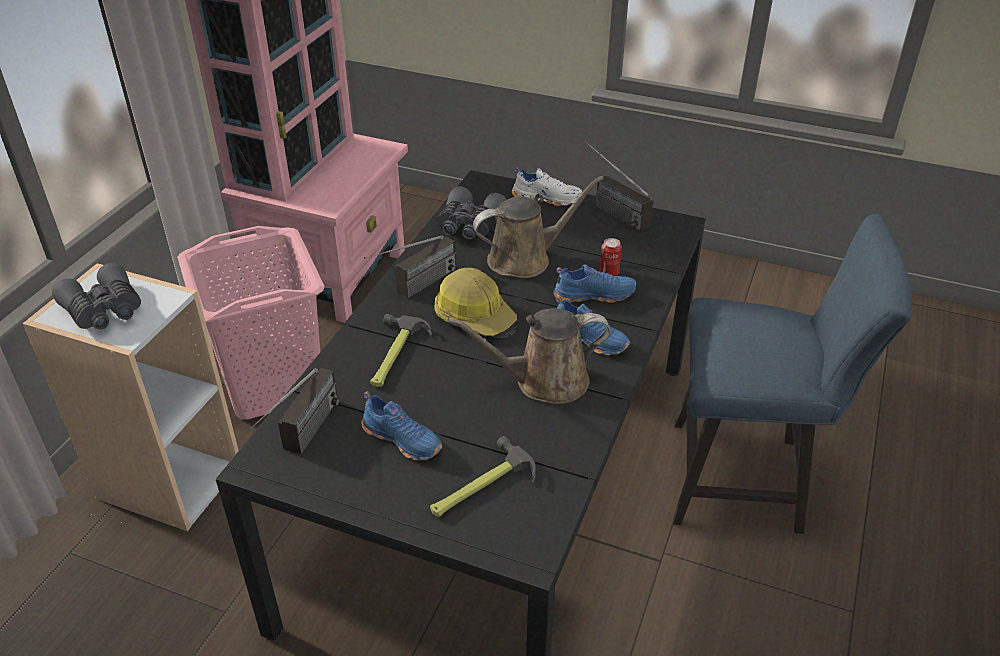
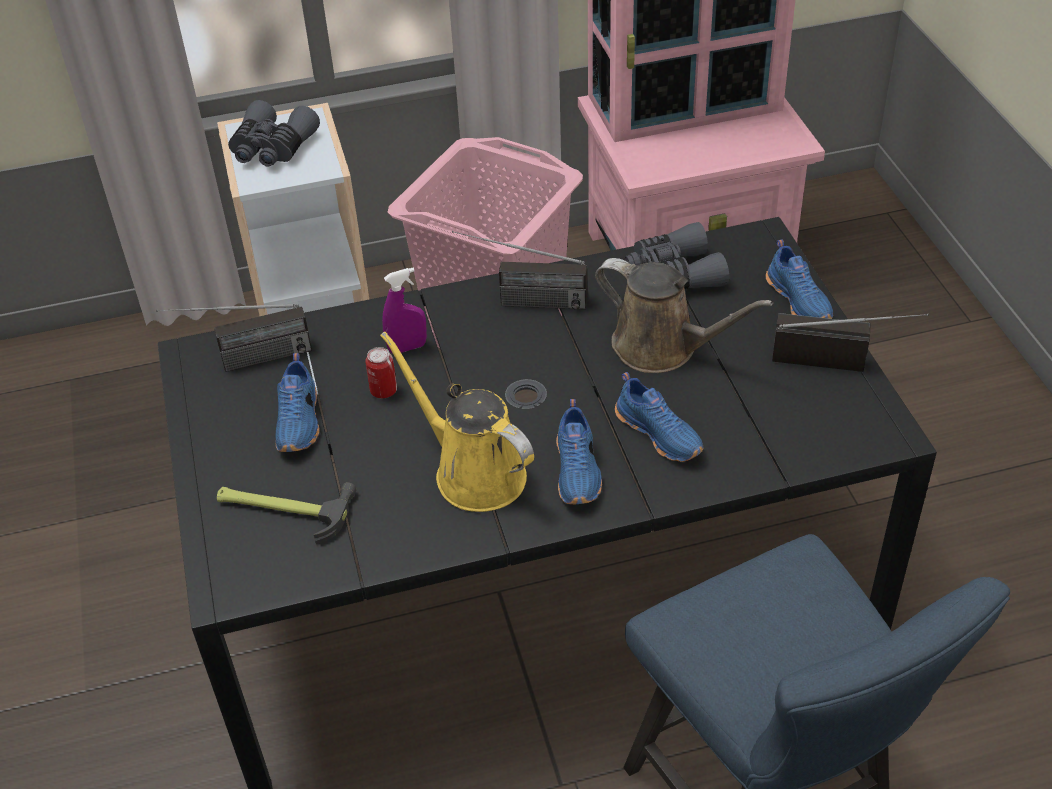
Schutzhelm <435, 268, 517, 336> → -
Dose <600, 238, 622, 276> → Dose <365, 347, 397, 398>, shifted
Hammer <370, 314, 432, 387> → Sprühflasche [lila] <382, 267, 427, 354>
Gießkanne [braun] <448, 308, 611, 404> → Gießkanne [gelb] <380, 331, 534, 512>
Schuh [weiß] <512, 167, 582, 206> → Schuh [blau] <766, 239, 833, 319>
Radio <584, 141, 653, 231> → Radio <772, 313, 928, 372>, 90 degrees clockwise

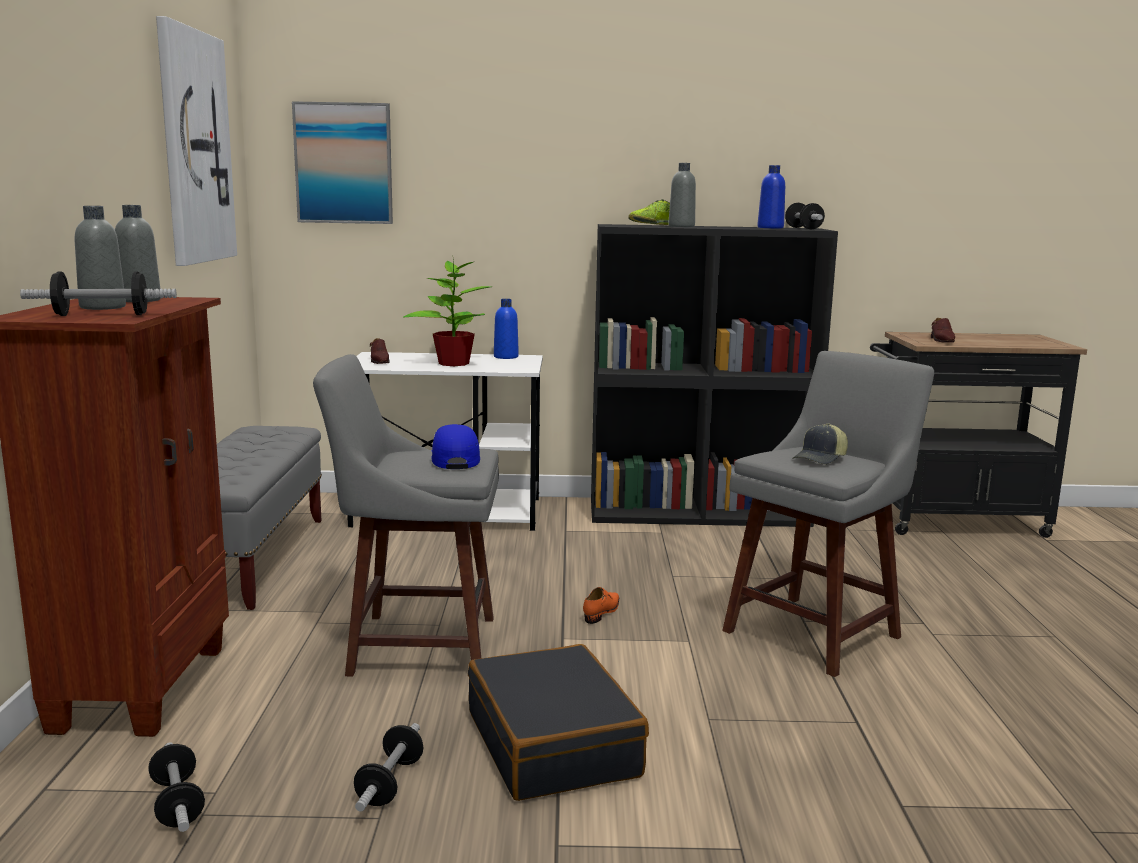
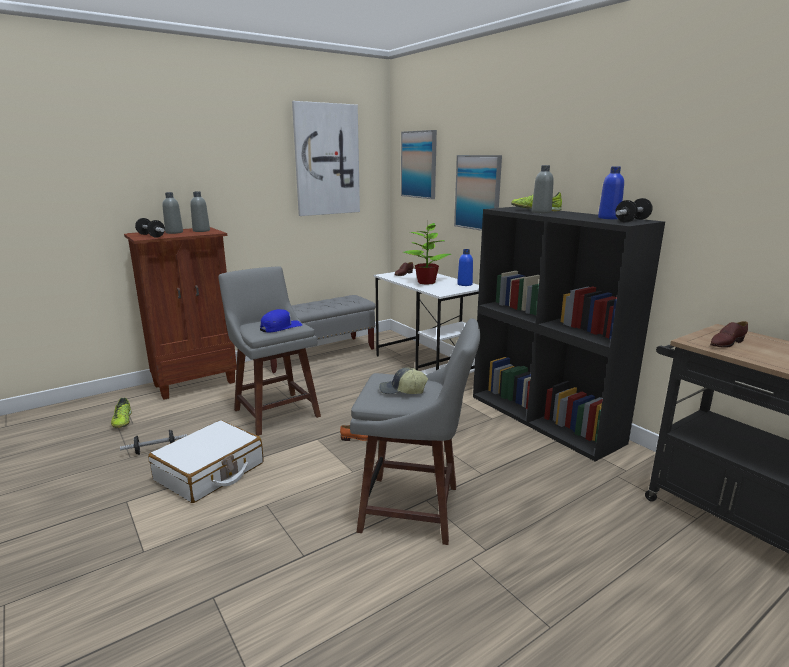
- → Bild <454, 155, 502, 231>
Hantel <148, 742, 205, 832> → Schuh <111, 398, 132, 428>
Koffer [schwarz] <468, 644, 649, 801> → Koffer [weiß] <148, 420, 263, 503>

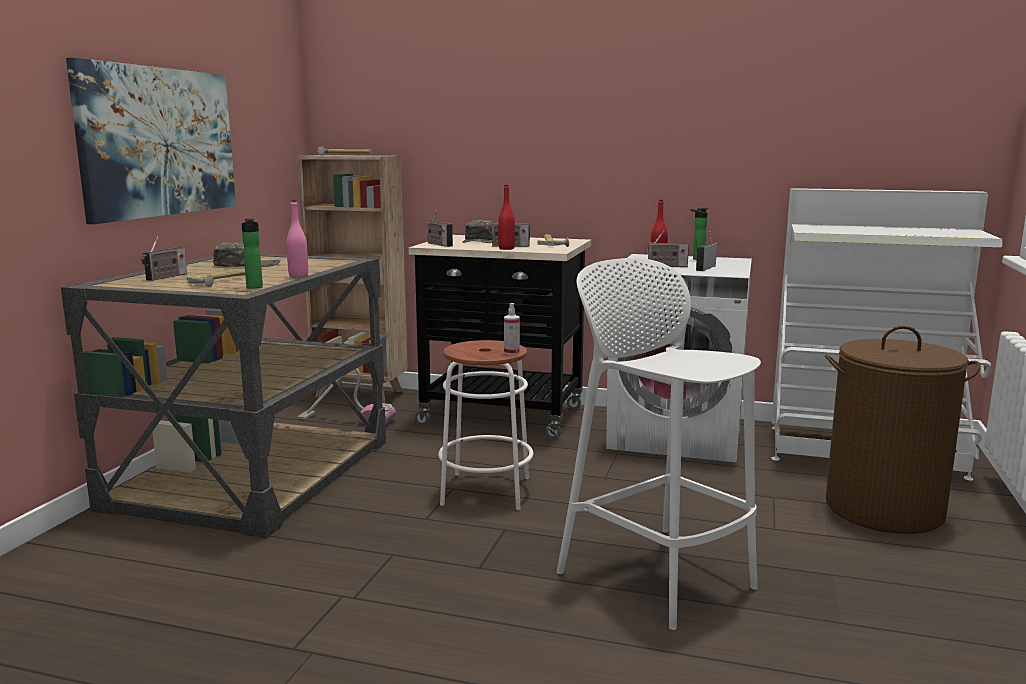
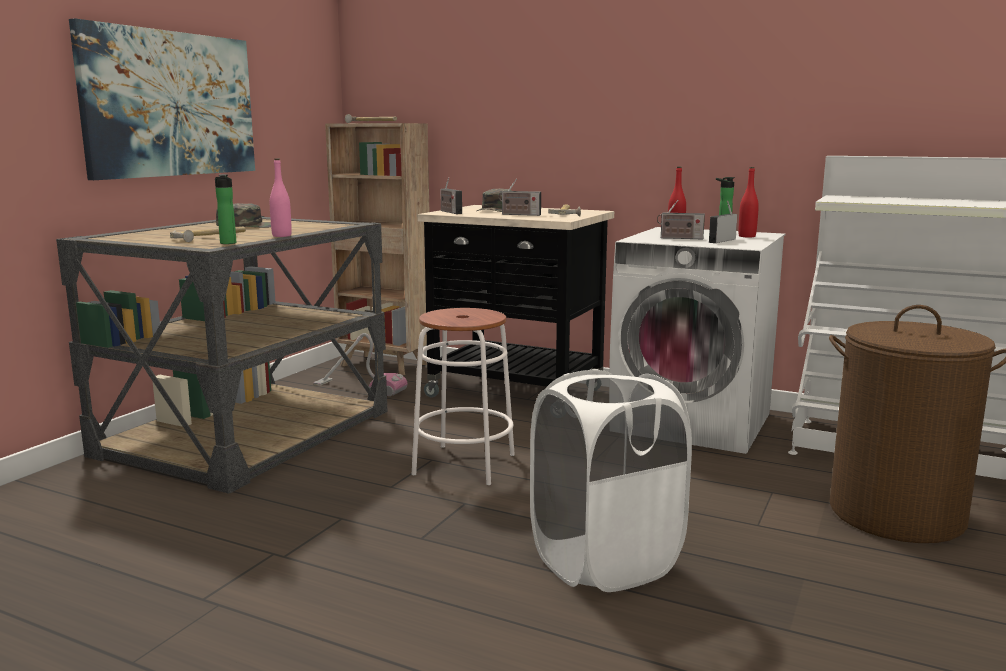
Radio <141, 236, 187, 281> → -
Sprühflasche <504, 303, 520, 355> → -
Flasche [rot] <498, 185, 515, 250> → Flasche [rot] <738, 167, 759, 237>, shifted
Hocker [weiß] <557, 258, 761, 630> → Wäschekorb [weiß] <530, 369, 692, 592>

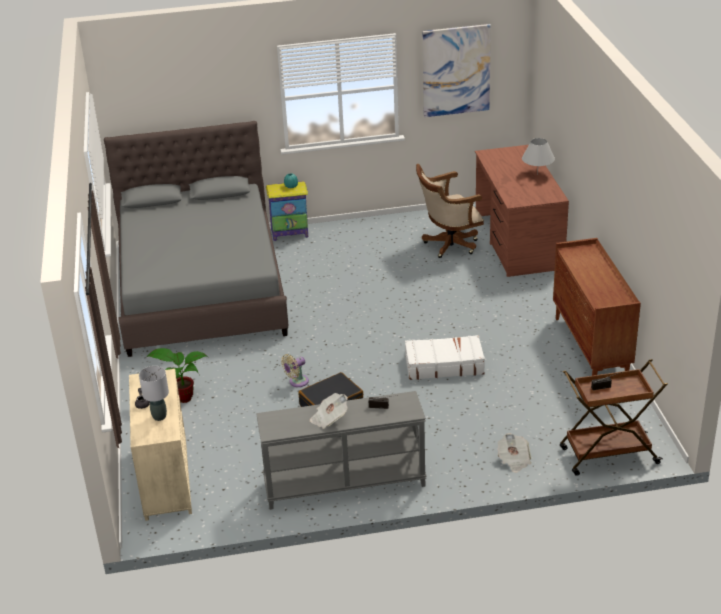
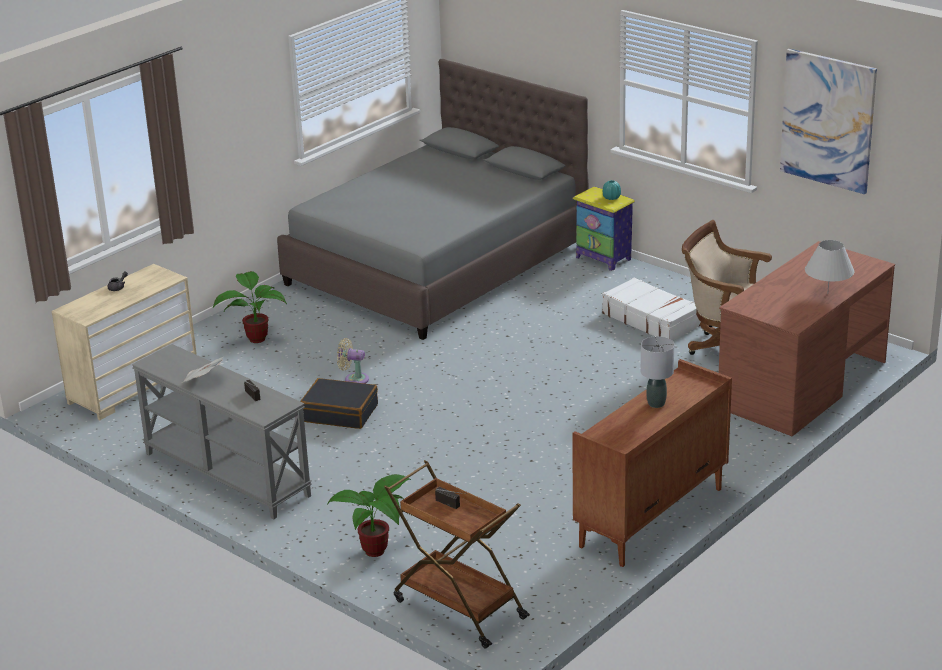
Tischlampe [grau] <139, 366, 169, 421> → Tischlampe [grau] <641, 336, 674, 408>, shifted
Koffer [weiß] <405, 335, 485, 380> → Koffer [weiß] <602, 277, 701, 341>, shifted
Zeitung <498, 433, 532, 473> → Topfpflanze <327, 474, 411, 557>

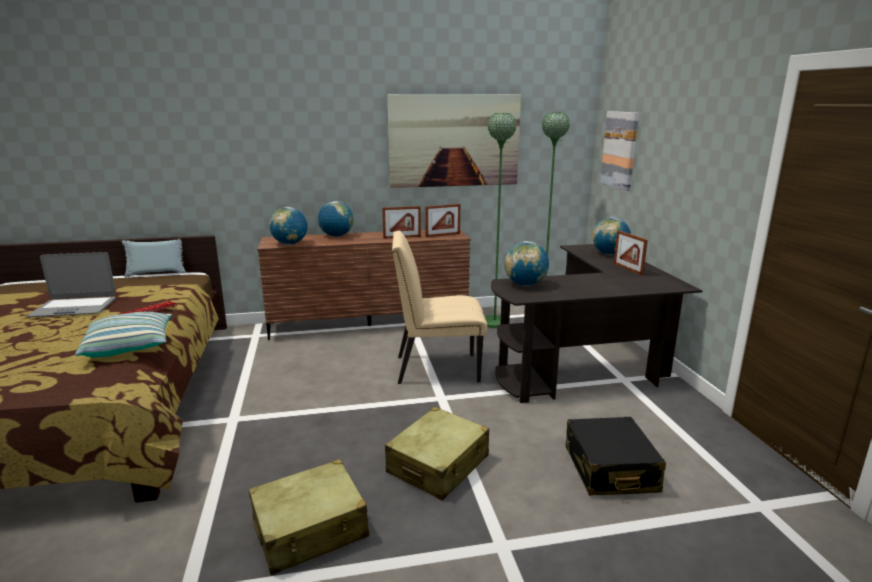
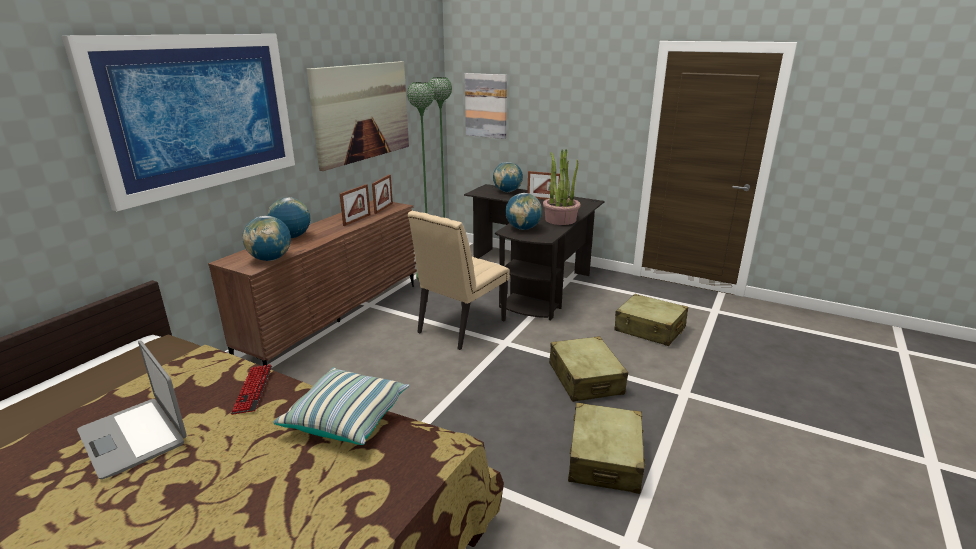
Kissen [blau] <122, 239, 186, 278> → -
- → Bild <62, 34, 295, 211>
- → Topfpflanze <543, 149, 581, 225>
Koffer [schwarz] <566, 417, 666, 495> → Koffer [beige] <615, 294, 688, 346>
Laptop <27, 252, 116, 317> → Laptop <77, 341, 187, 479>, 105 degrees clockwise

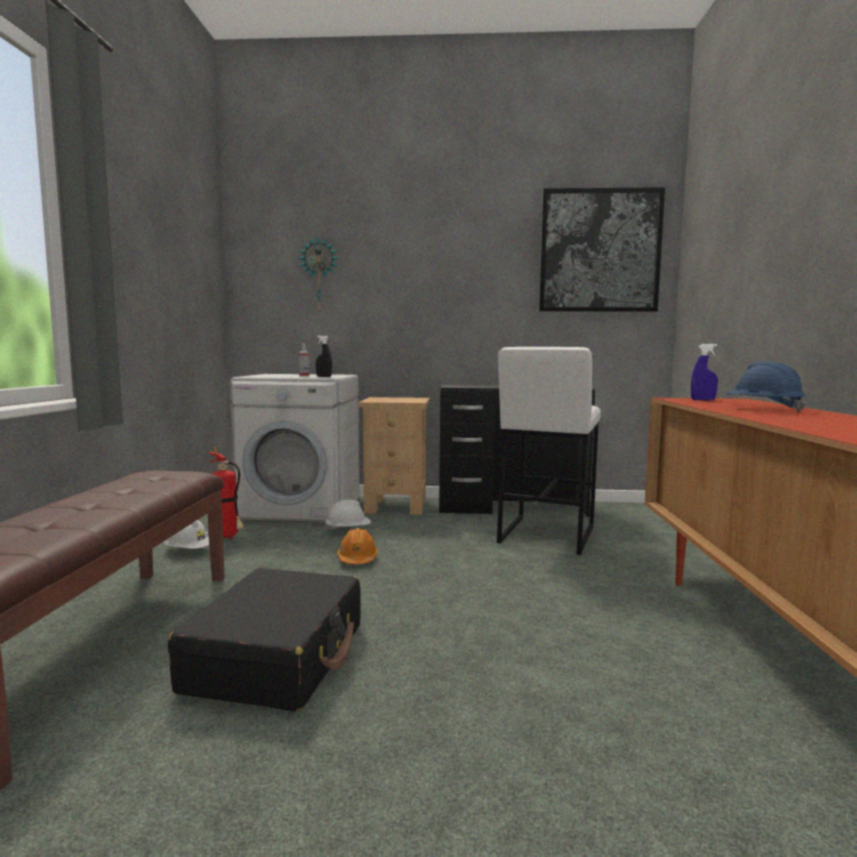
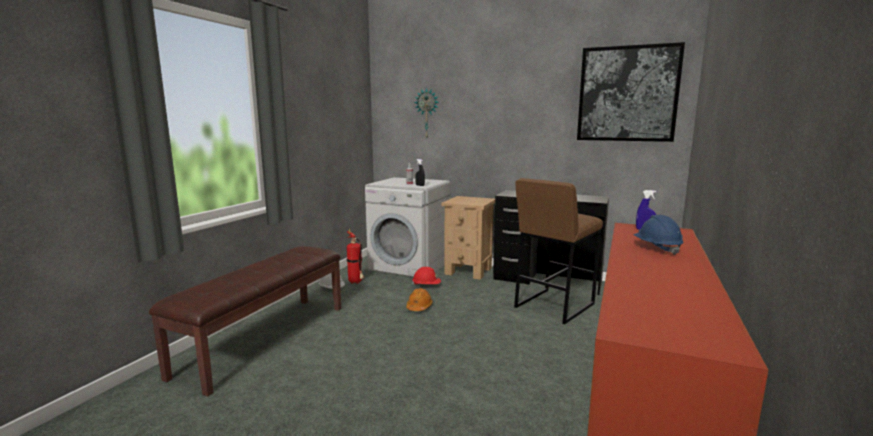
Koffer [schwarz] <168, 568, 361, 712> → -
Schutzhelm [weiß] <324, 500, 371, 532> → Schutzhelm [rot] <412, 267, 441, 285>
Hocker [weiß] <497, 347, 601, 555> → Hocker [braun] <514, 178, 603, 324>

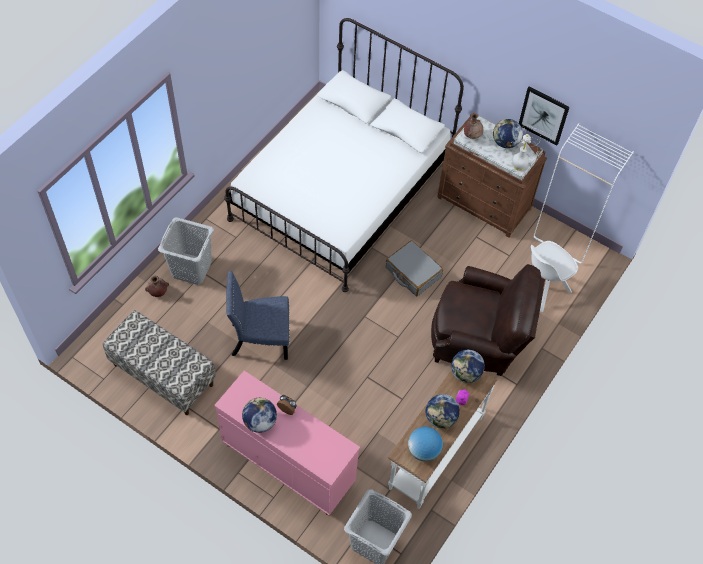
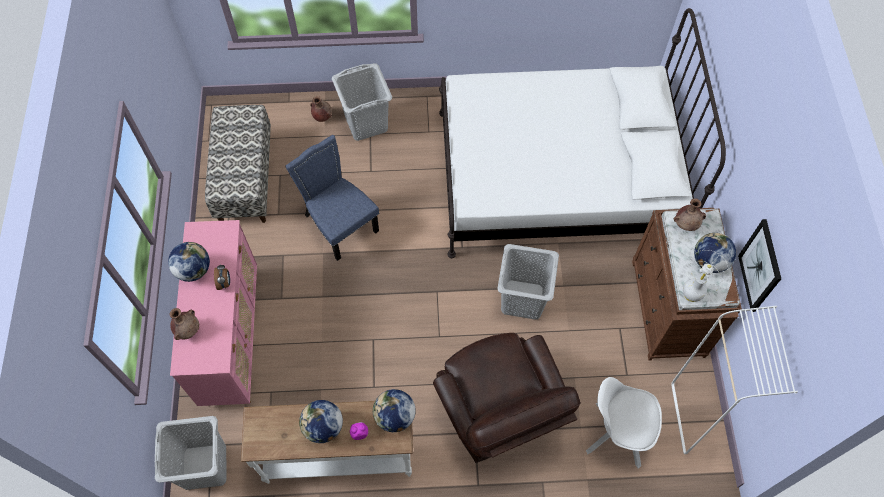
Globus <408, 427, 443, 462> → -
- → Vase [braun] <170, 308, 199, 340>
Koffer [grau] <386, 240, 443, 297> → Wäschekorb [grau] <497, 244, 559, 320>

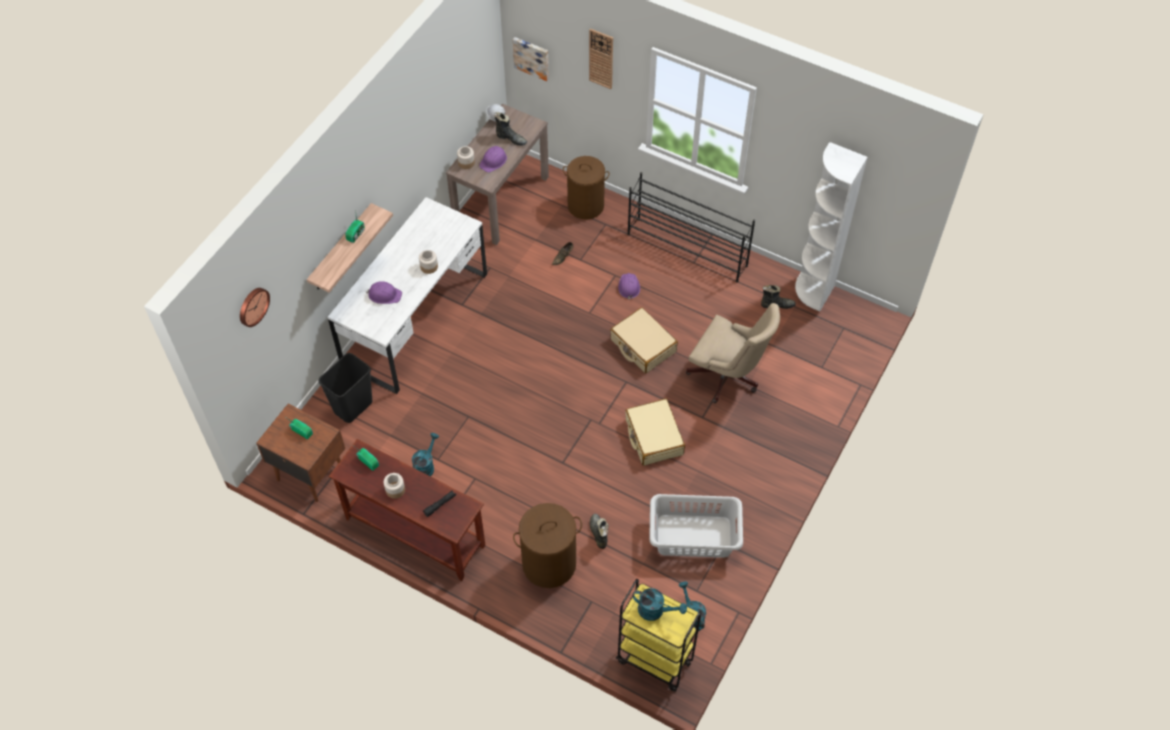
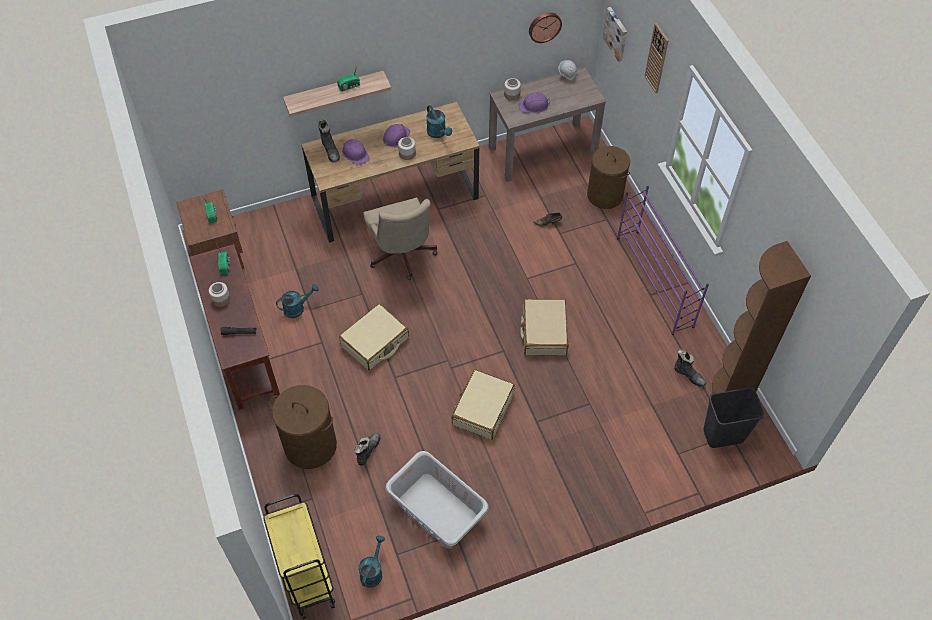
- → Koffer [beige] <339, 304, 409, 370>
Wanduhr <240, 288, 270, 327> → Wanduhr <529, 13, 562, 43>, shifted
Mülleimer [schwarz] <318, 353, 372, 423> → Mülleimer [schwarz] <703, 388, 764, 448>, shifted
Stiefel [schwarz] <494, 112, 527, 146> → Stiefel [schwarz] <319, 119, 340, 163>, shifted
Schutzhelm [lila] <618, 273, 640, 300> → Schutzhelm [lila] <383, 124, 410, 147>, shifted
Gießkanne [türkis] <632, 588, 687, 621> → Gießkanne [türkis] <426, 105, 452, 138>, shifted
Bürostuhl [beige] <686, 303, 780, 403> → Bürostuhl [beige] <363, 197, 438, 280>, shifted
Schreibtisch [weiß] <327, 197, 487, 394> → Schreibtisch [braun] <301, 102, 479, 243>
Schuhregal [schwarz] <627, 172, 755, 282> → Schuhregal [lila] <617, 186, 709, 335>
Bücherregal [weiß] <795, 142, 868, 312> → Bücherregal [braun] <712, 241, 811, 394>

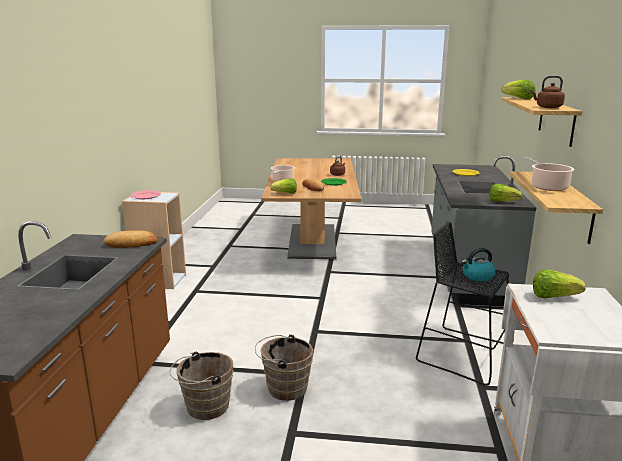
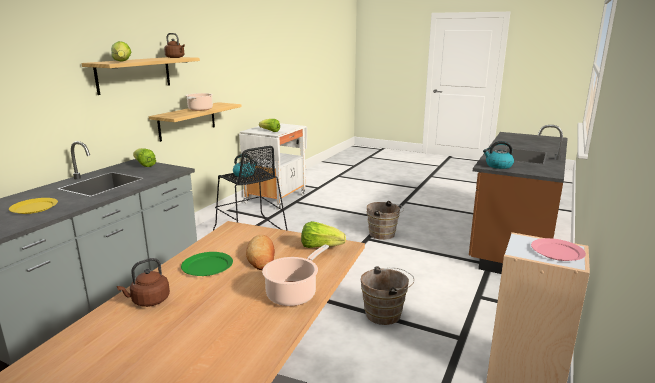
Eimer [braun] <169, 352, 233, 420> → Eimer [braun] <361, 266, 414, 325>, shifted
Brot <104, 230, 157, 248> → Wasserkessel <483, 141, 514, 169>

